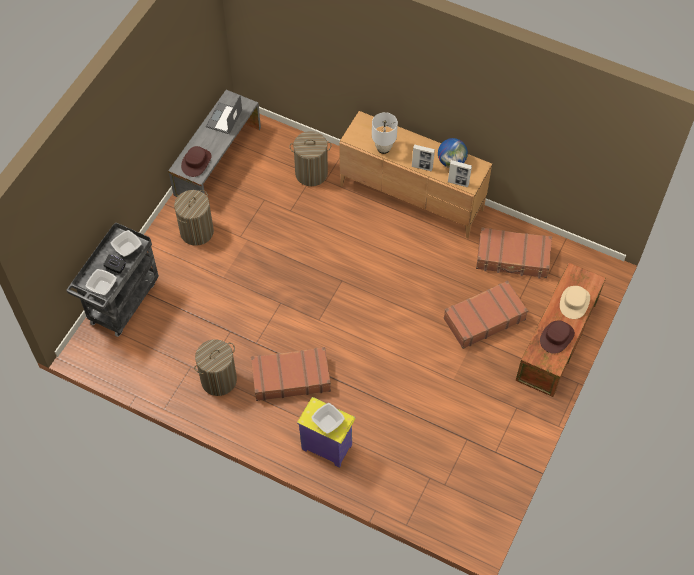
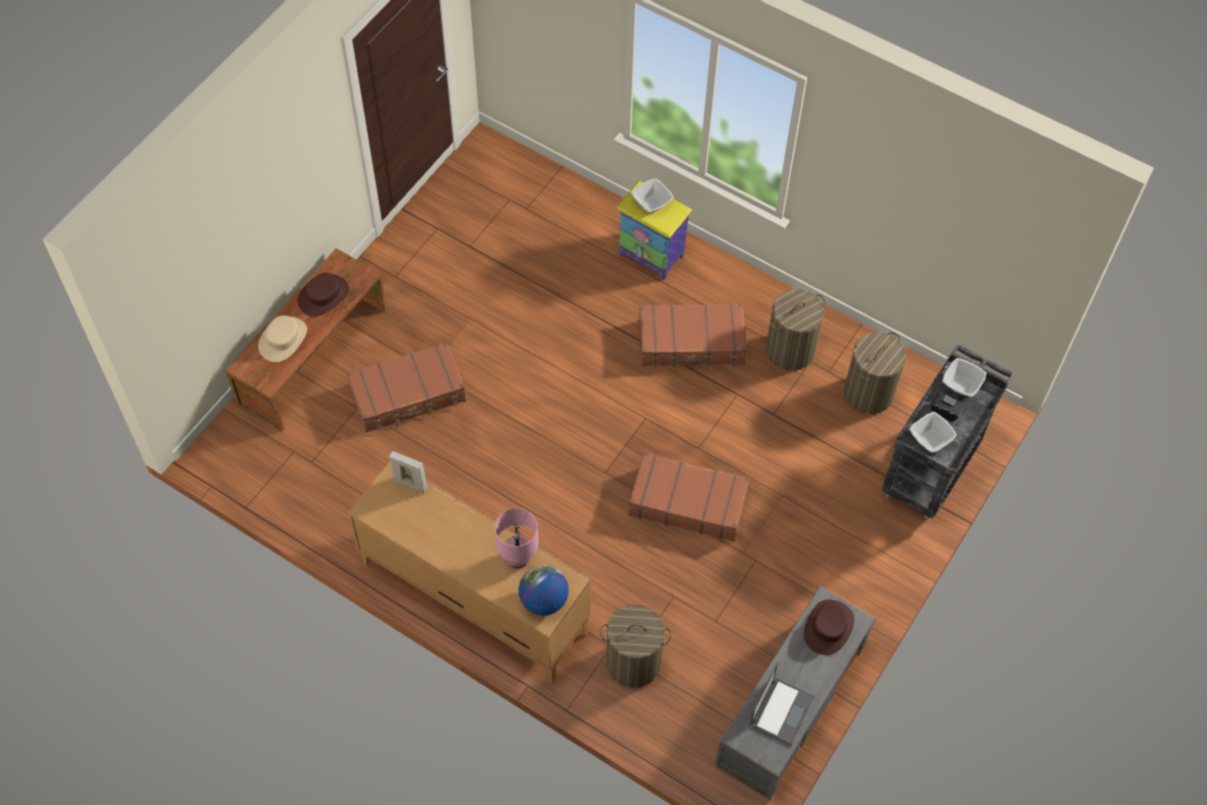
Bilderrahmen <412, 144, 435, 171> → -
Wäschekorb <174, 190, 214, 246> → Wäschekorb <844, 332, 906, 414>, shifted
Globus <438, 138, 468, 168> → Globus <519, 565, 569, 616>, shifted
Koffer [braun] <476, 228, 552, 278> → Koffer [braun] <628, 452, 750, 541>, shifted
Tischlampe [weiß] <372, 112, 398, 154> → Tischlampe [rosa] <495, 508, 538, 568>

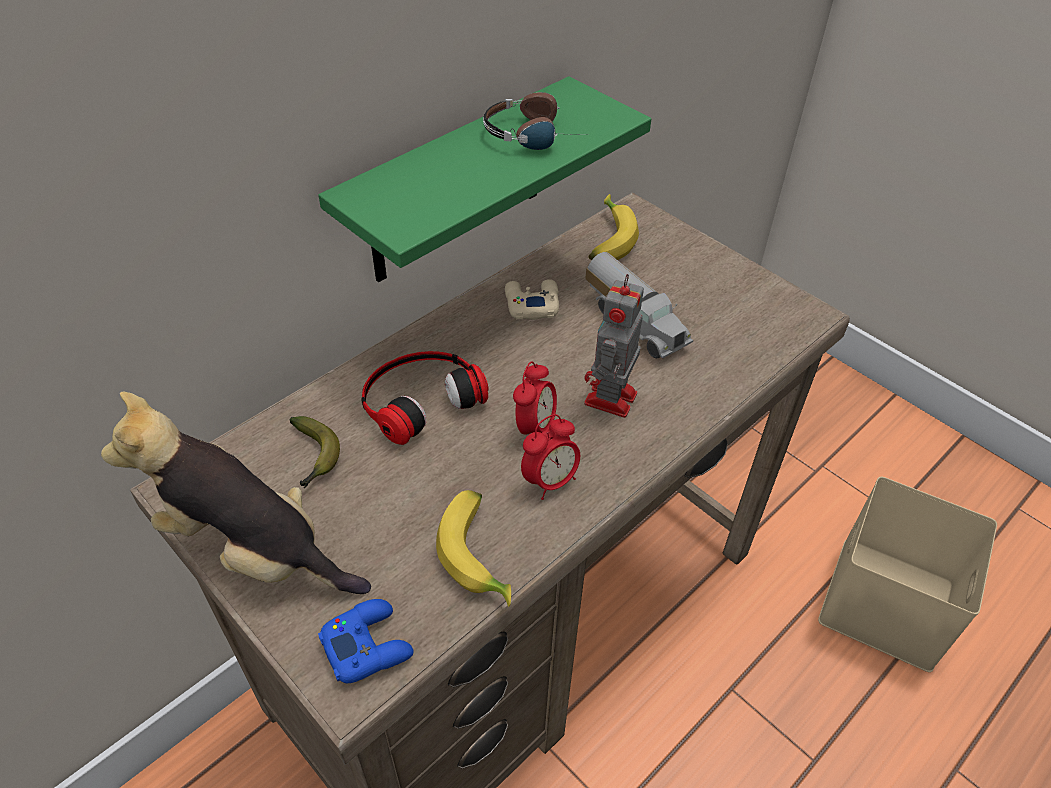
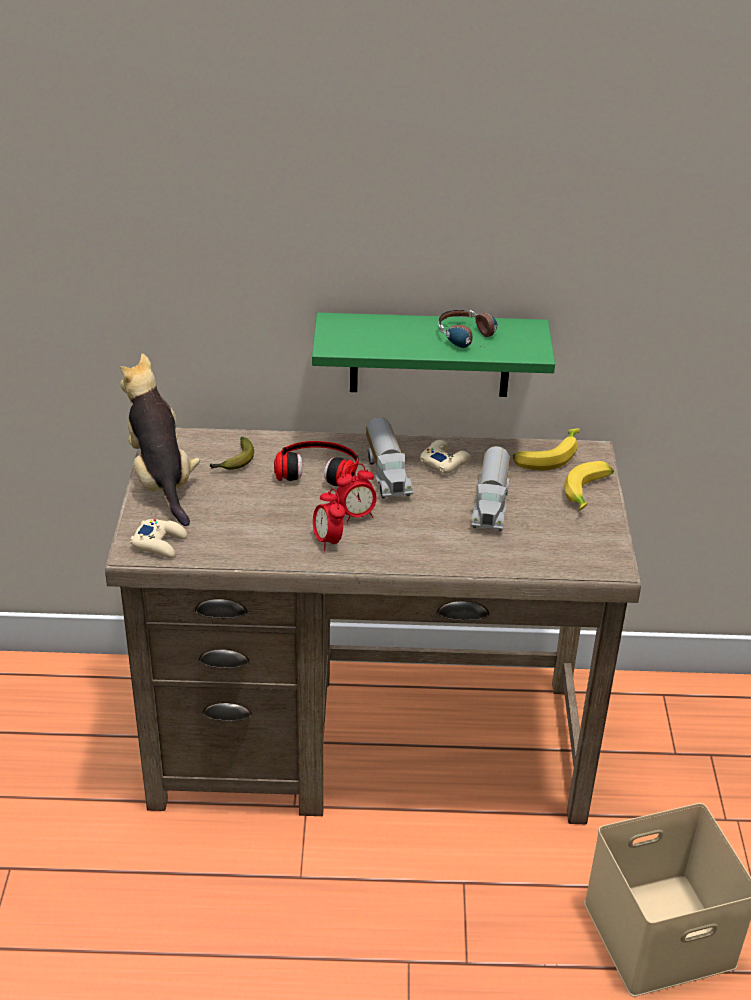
Spielzeugroboter <584, 274, 644, 418> → -
- → Spielzeuglaster <366, 417, 413, 499>
Banane <436, 490, 511, 607> → Banane <564, 461, 614, 511>, shifted
Gamepad [blau] <318, 599, 414, 683> → Gamepad [beige] <130, 519, 187, 558>
Wecker <521, 414, 580, 500> → Wecker <313, 488, 345, 551>, 60 degrees clockwise

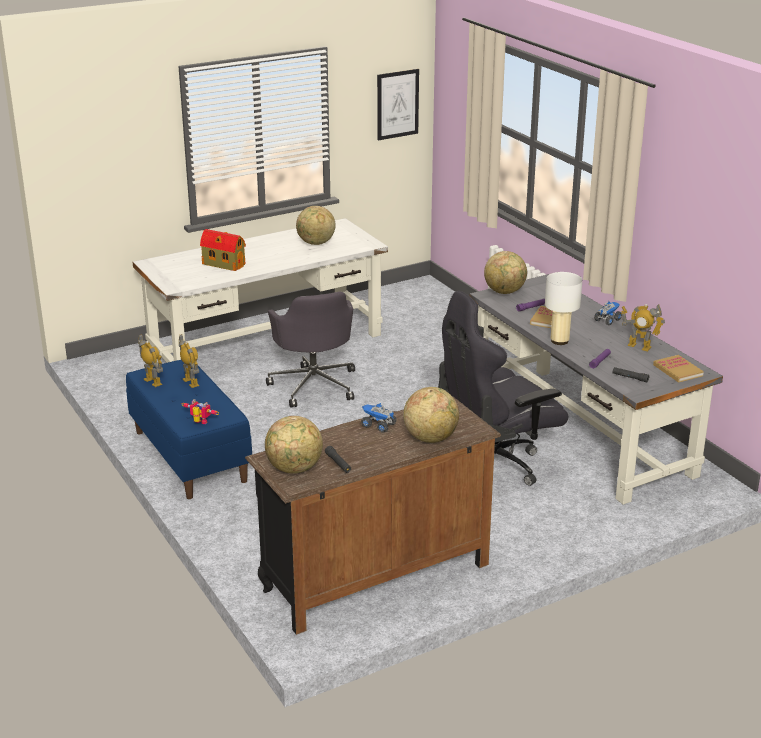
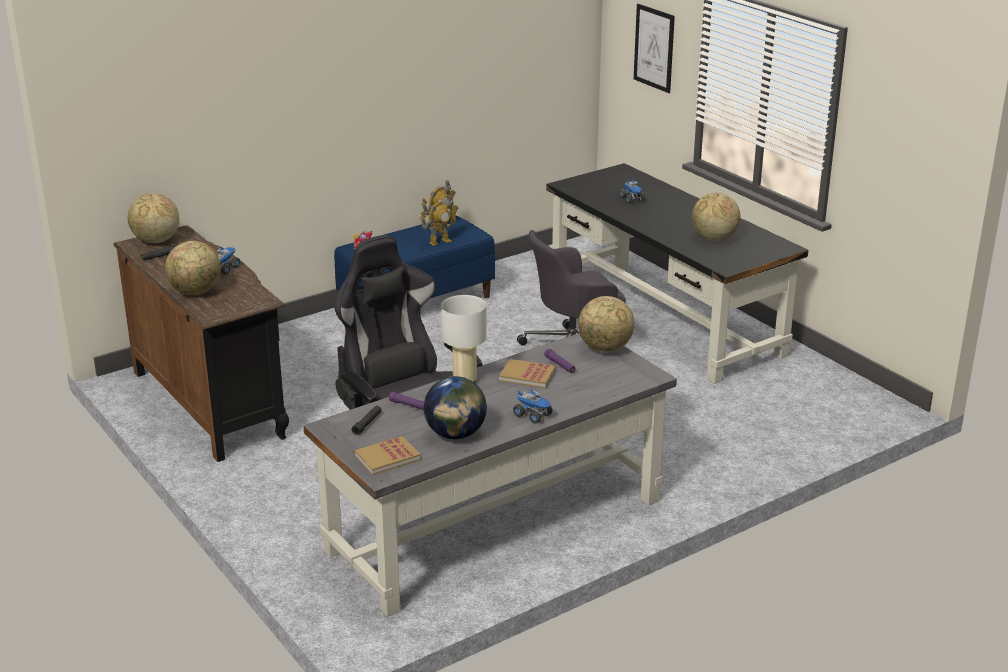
Bild <377, 69, 419, 140> → Bild <634, 4, 675, 93>, shifted
Spielzeughaus <200, 229, 246, 271> → Spielzeuglaster <620, 178, 645, 204>
Spielzeugroboter <621, 304, 665, 351> → Globus <424, 376, 487, 439>
Schreibtisch [weiß] <133, 218, 388, 363> → Schreibtisch [schwarz] <546, 163, 809, 384>

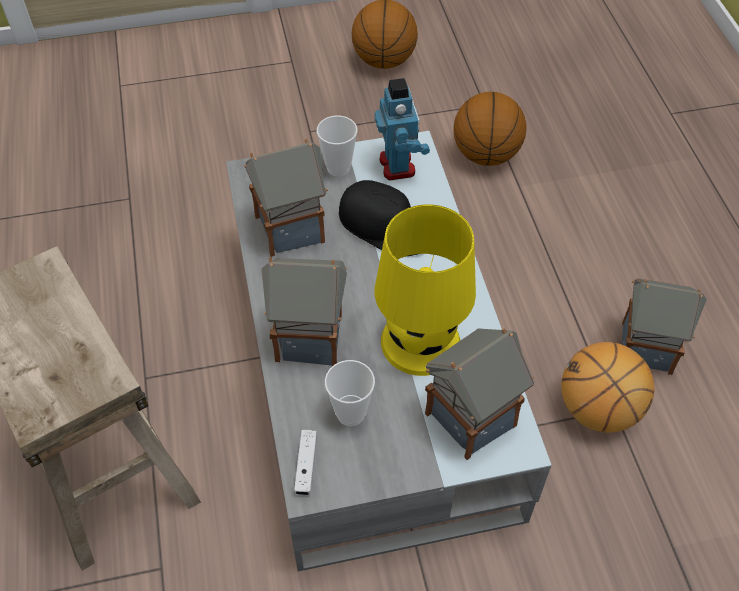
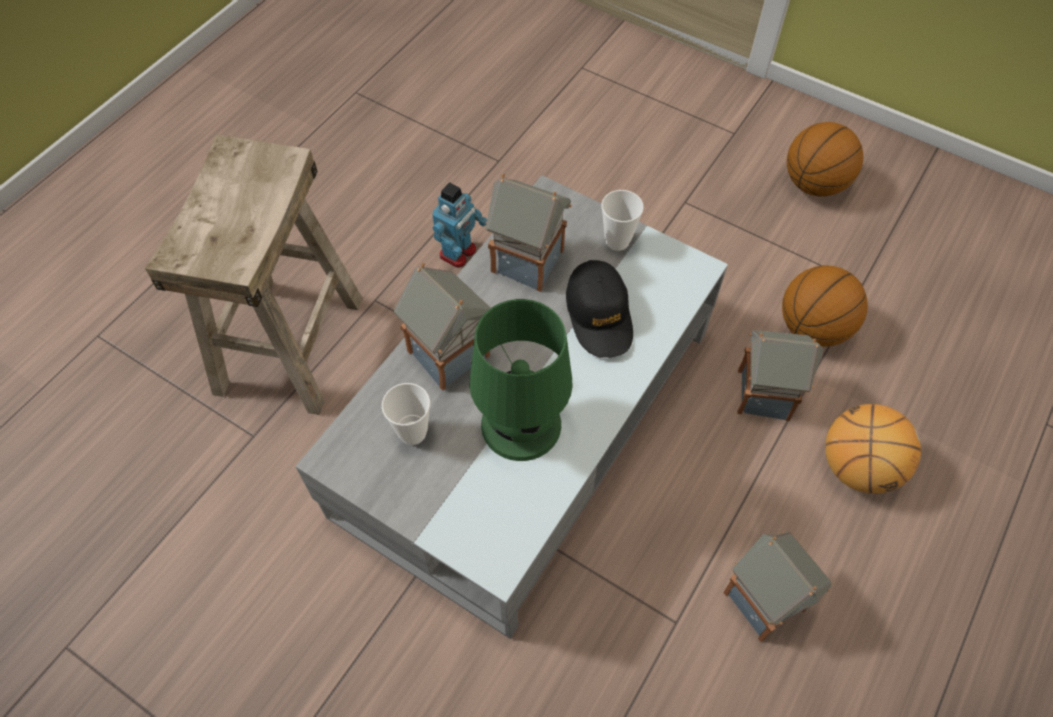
Gamepad [weiß] <294, 430, 317, 495> → -
Spielzeugroboter <374, 78, 430, 181> → Spielzeugroboter <432, 182, 487, 268>, shifted
Spielzeughaus <425, 328, 534, 460> → Spielzeughaus <737, 330, 823, 421>, shifted
Basketball <561, 342, 654, 433> → Basketball <825, 404, 922, 494>, shifted
Tischlampe [gelb] <375, 204, 476, 376> → Tischlampe [grün] <470, 299, 572, 461>

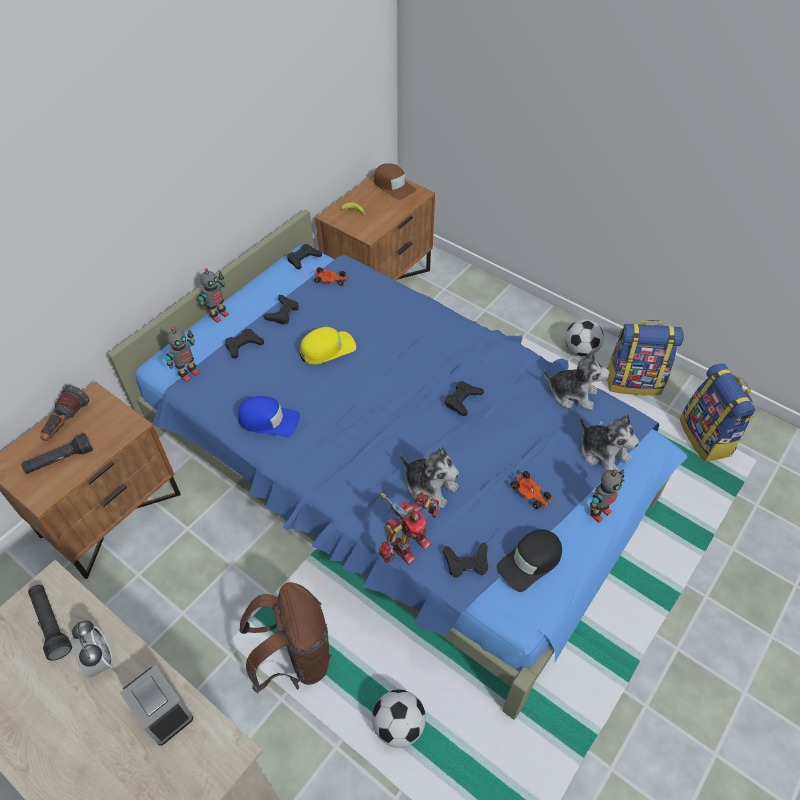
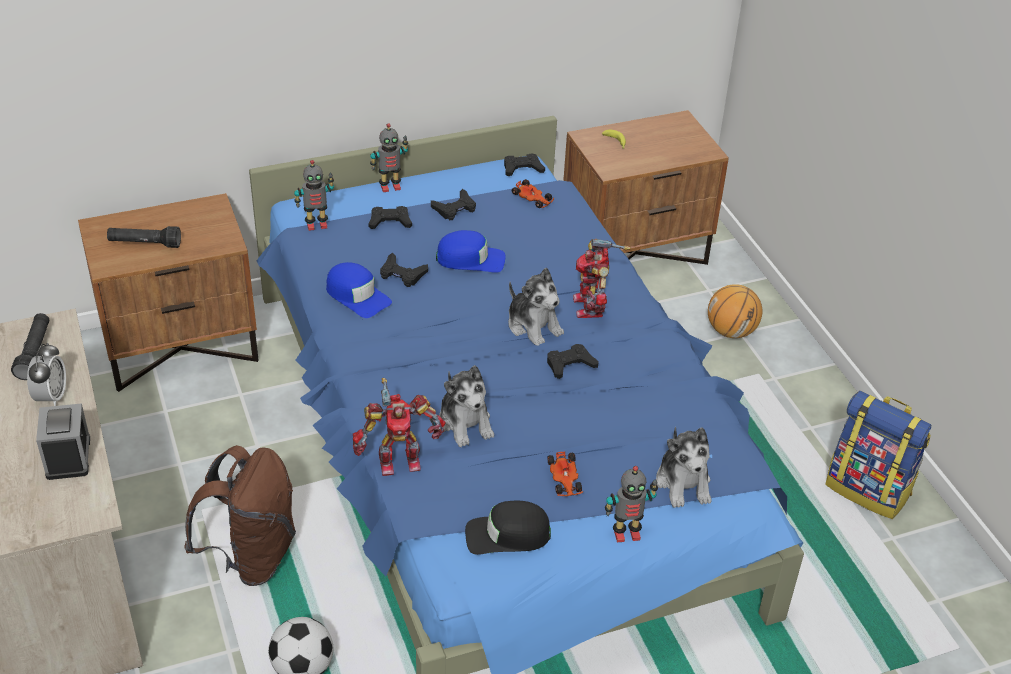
Taschenlampe <40, 385, 89, 441> → -
Kappe [braun] <374, 163, 416, 200> → -
Fußball <565, 319, 604, 356> → -
Rucksack <680, 364, 755, 461> → -
- → Spielzeugroboter <573, 239, 631, 318>
- → Basketball <708, 284, 763, 338>
Gamepad [schwarz] <443, 542, 488, 578> → Gamepad [schwarz] <380, 253, 428, 287>, shifted
Plüschtier <543, 351, 610, 410> → Plüschtier <508, 268, 564, 346>, shifted
Kappe [gelb] <300, 327, 356, 364> → Kappe [blau] <436, 230, 506, 273>

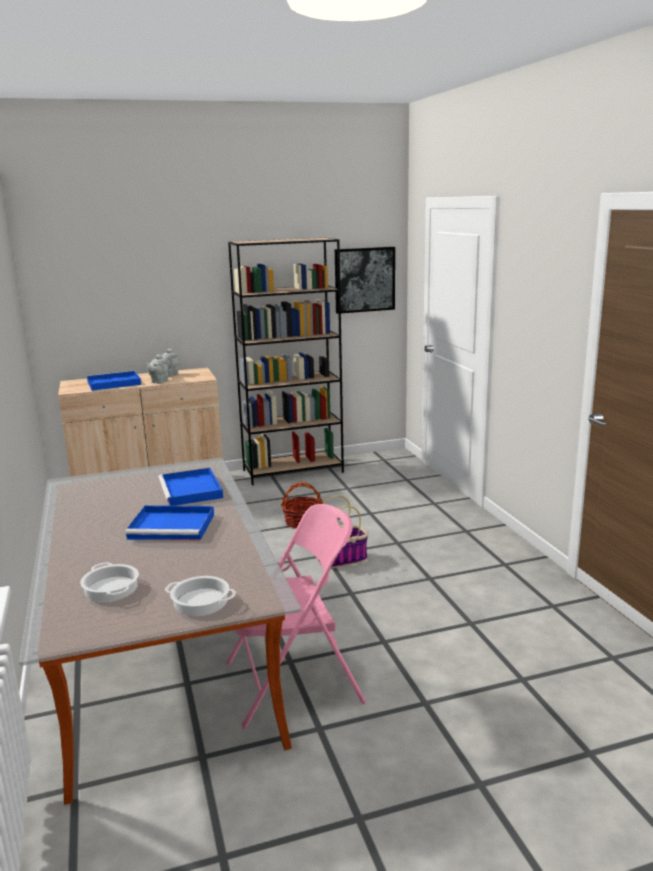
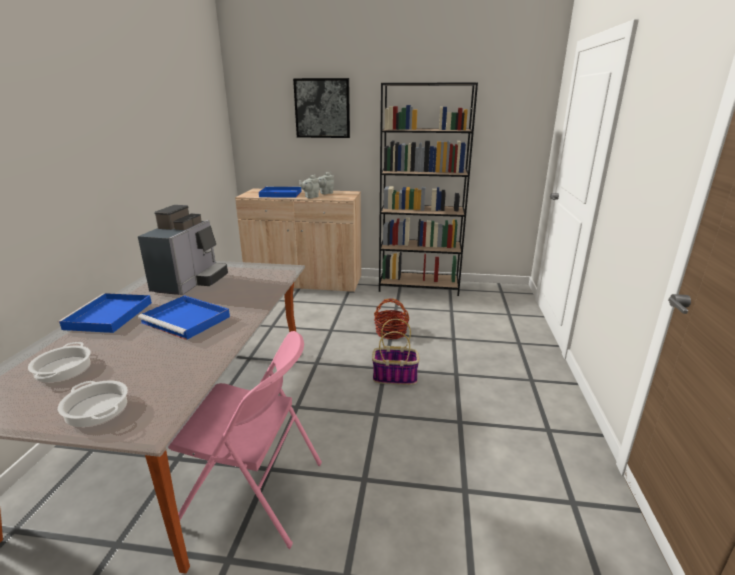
- → Kaffeemaschine <138, 205, 228, 295>
Tablett [blau] <158, 468, 223, 506> → Tablett [blau] <57, 293, 152, 333>, shifted
Bild <335, 247, 395, 314> → Bild <293, 78, 350, 138>, shifted

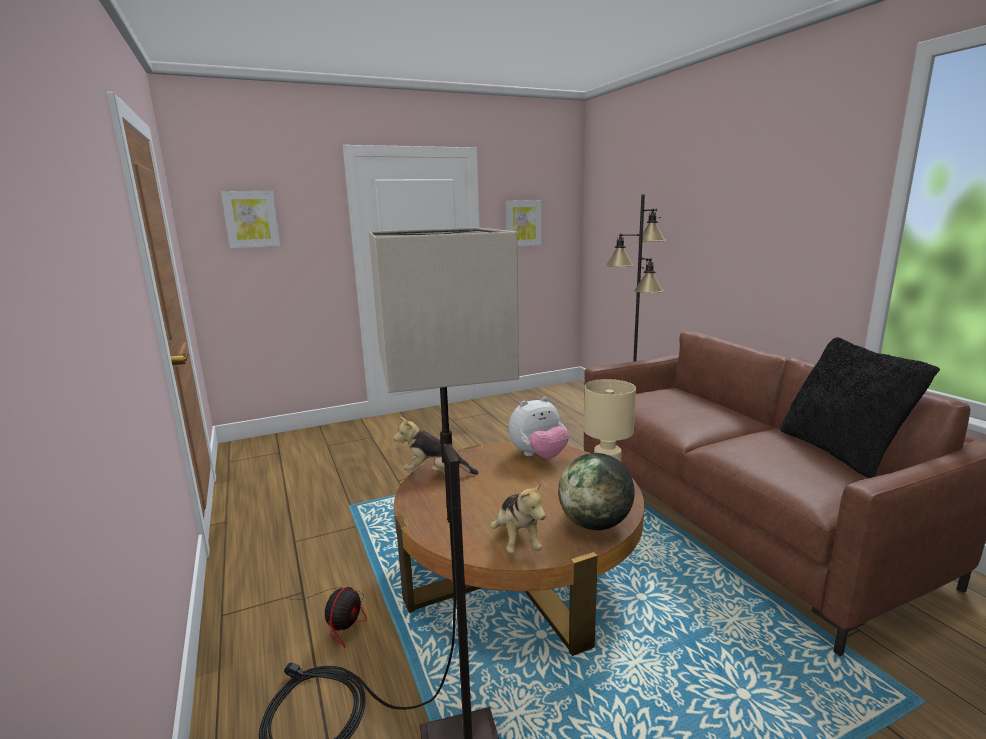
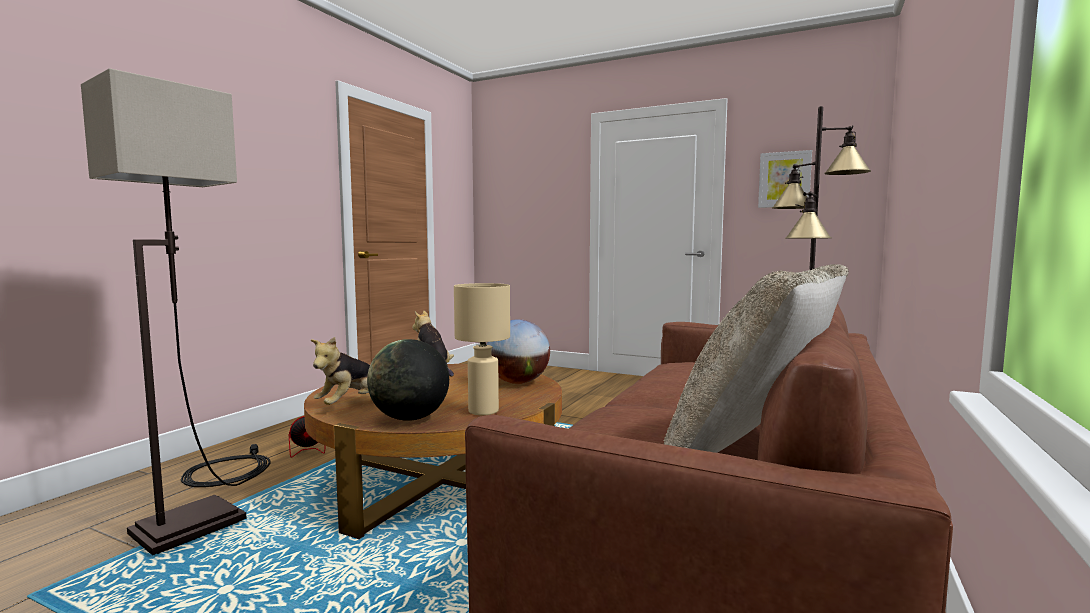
Bild <221, 191, 280, 248> → -
Plüschtier <508, 397, 569, 459> → Globus <487, 319, 550, 384>
Kissen [schwarz] <780, 337, 940, 478> → Kissen [beige] <664, 264, 849, 453>

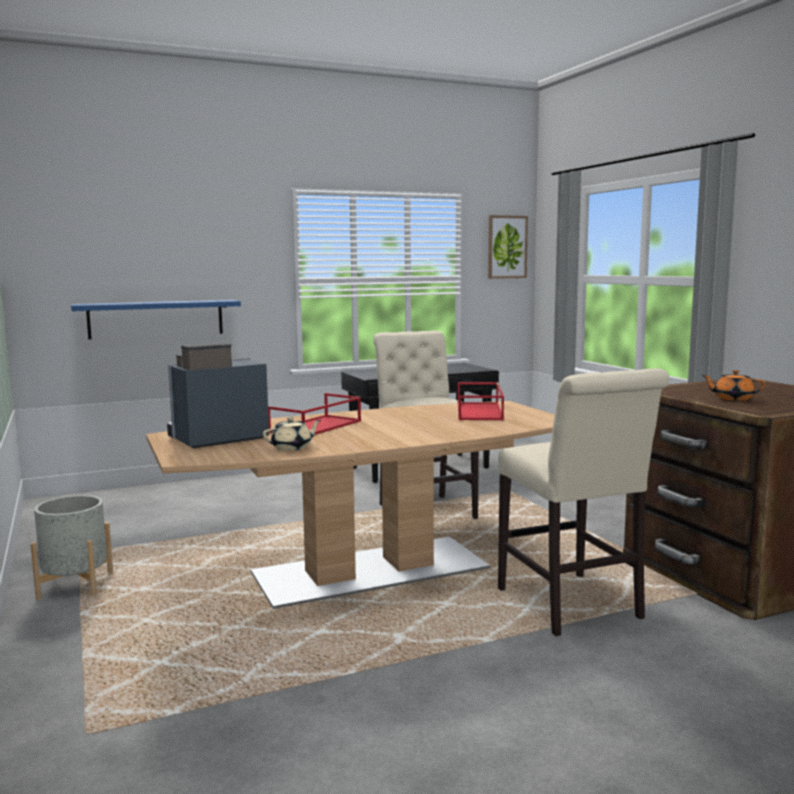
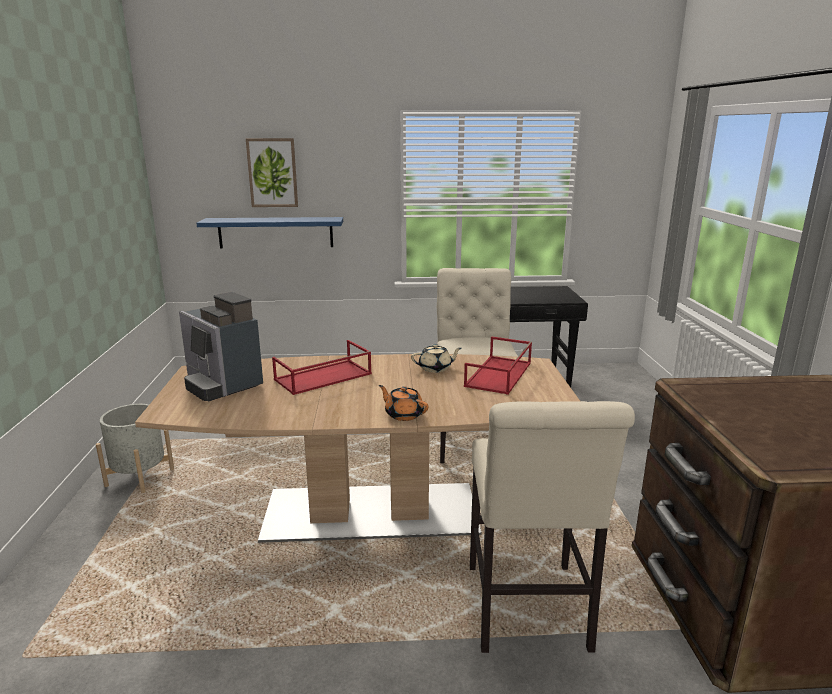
Teekanne [beige] <263, 417, 321, 451> → Teekanne [beige] <411, 344, 462, 373>, shifted
Bild <488, 215, 528, 279> → Bild <246, 138, 298, 207>, shifted
Teekanne [orange] <702, 370, 766, 401> → Teekanne [orange] <379, 385, 428, 421>, shifted
Kaffeemaschine <167, 342, 269, 448> → Kaffeemaschine <179, 292, 263, 402>, 120 degrees counterclockwise

